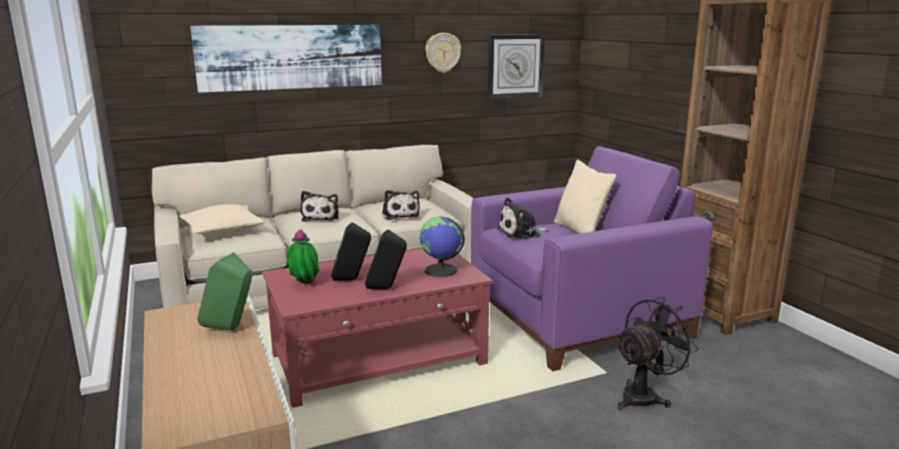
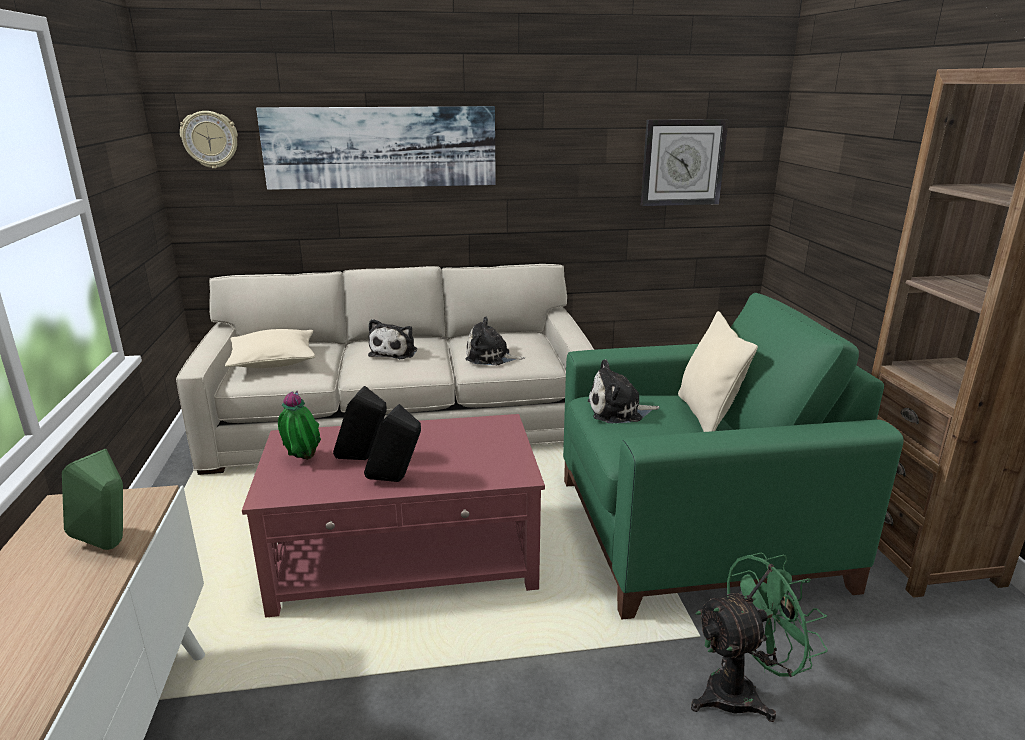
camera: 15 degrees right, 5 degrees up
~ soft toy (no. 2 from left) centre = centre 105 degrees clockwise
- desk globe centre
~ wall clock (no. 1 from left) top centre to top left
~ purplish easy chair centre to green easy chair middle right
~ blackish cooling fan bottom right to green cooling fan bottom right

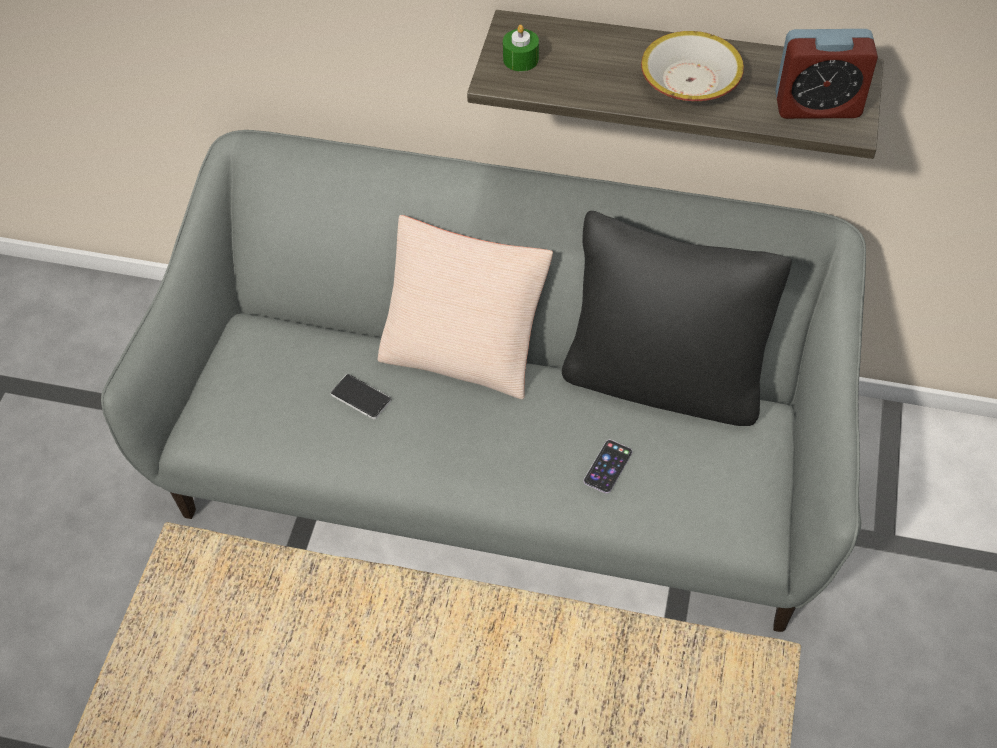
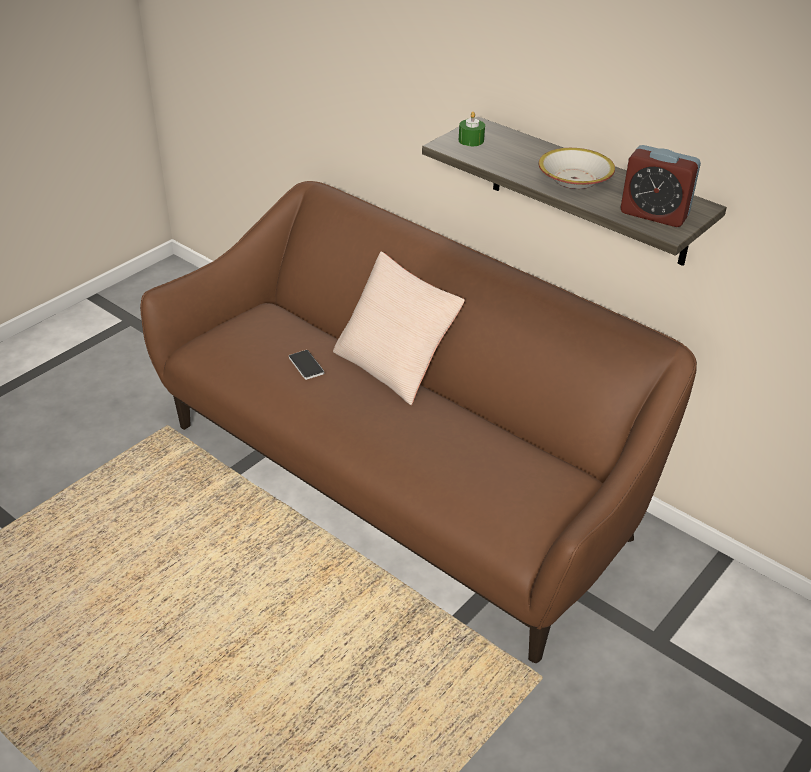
camera: 25 degrees right, 15 degrees down
~ grey sofa centre to brown-coloured sofa centre
- blackish cushion middle right
- handset (no. 2 from left) centre

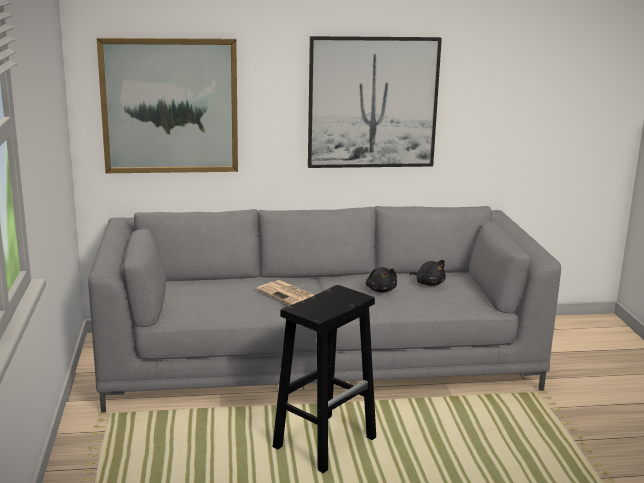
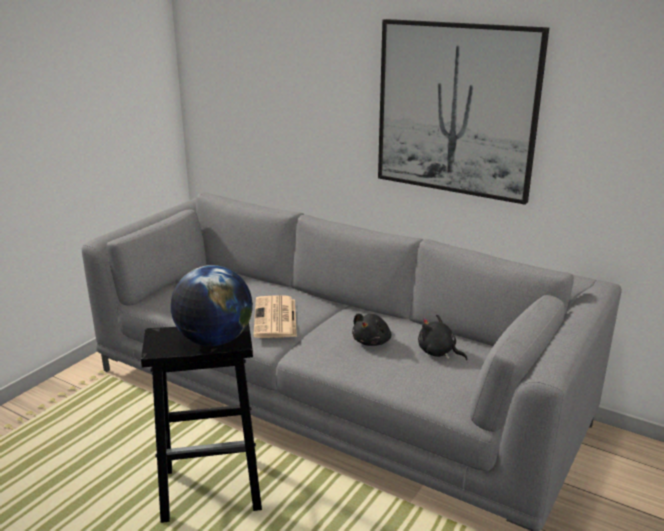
camera: 40 degrees right, 5 degrees up
- picture (no. 1 from left) top left
~ blackish soft toy (no. 2 from left) centre = middle right 135 degrees clockwise
+ desk globe middle left

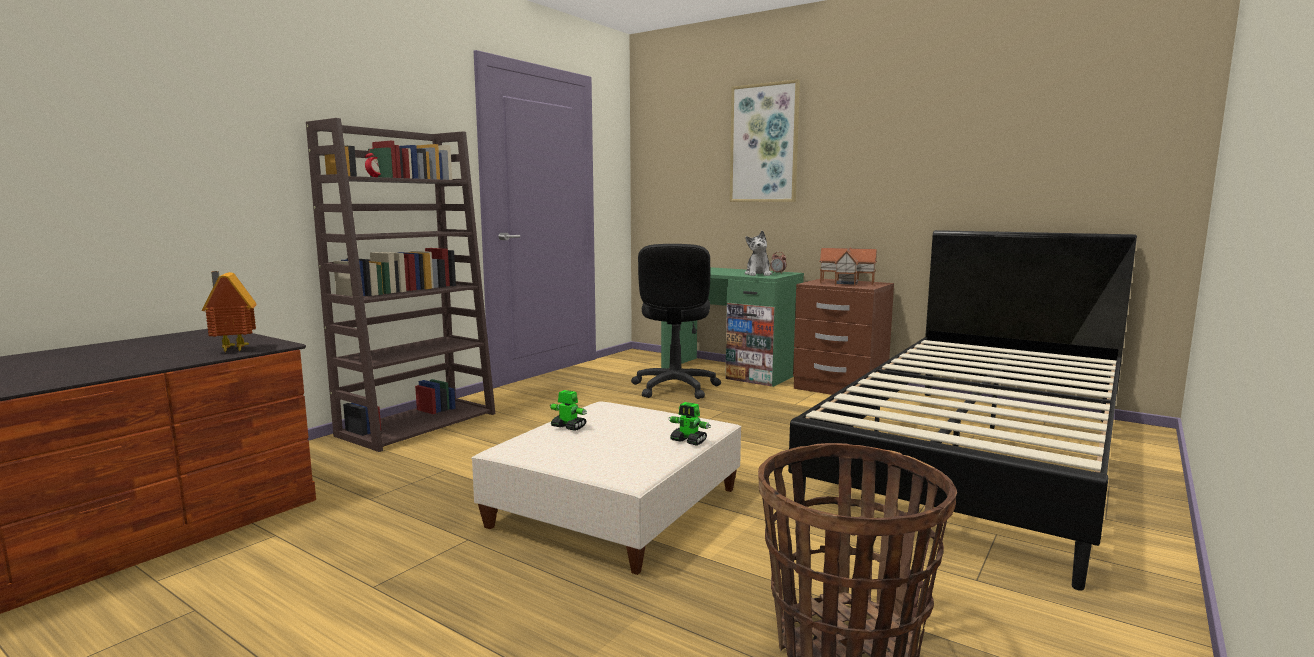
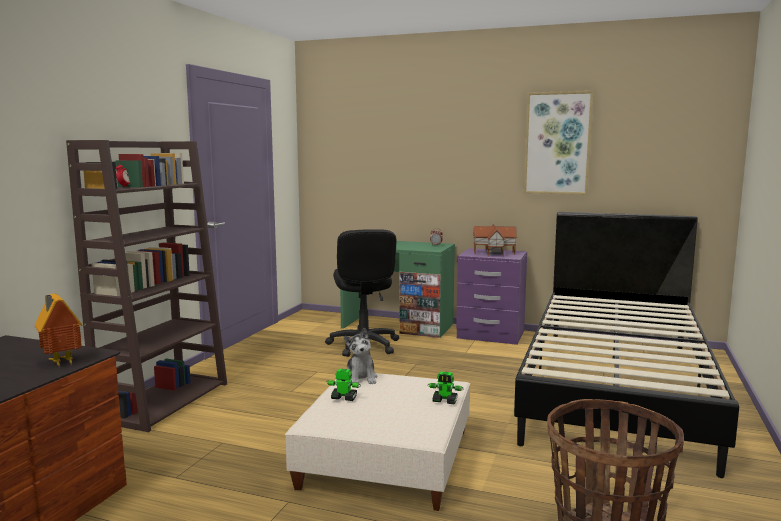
camera: 15 degrees left, 0 degrees up
~ picture top centre to top right
~ soft toy centre to bottom centre
~ brown-coloured night table centre to purplish night table centre

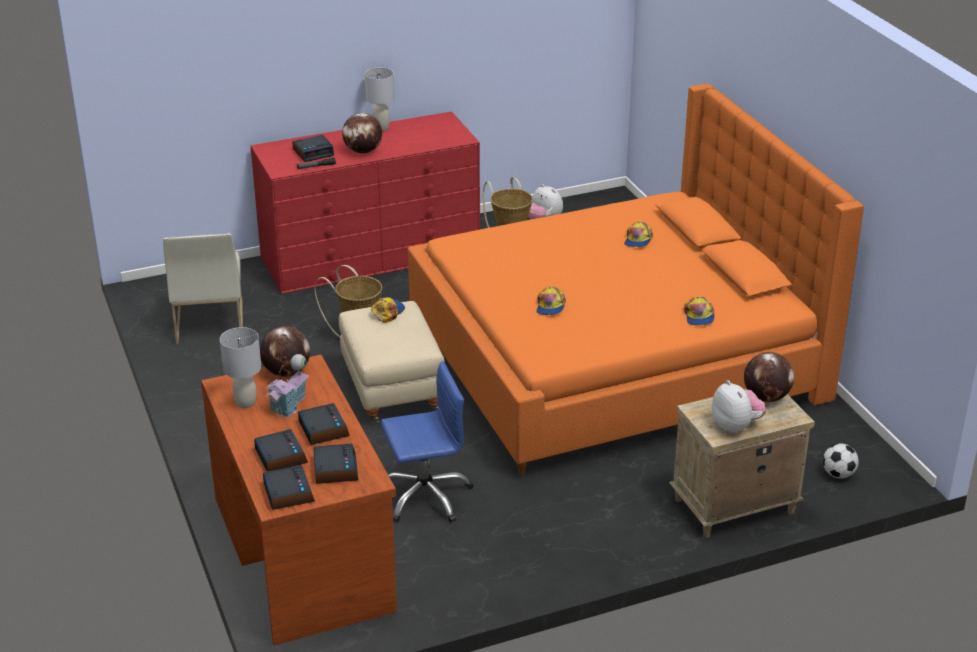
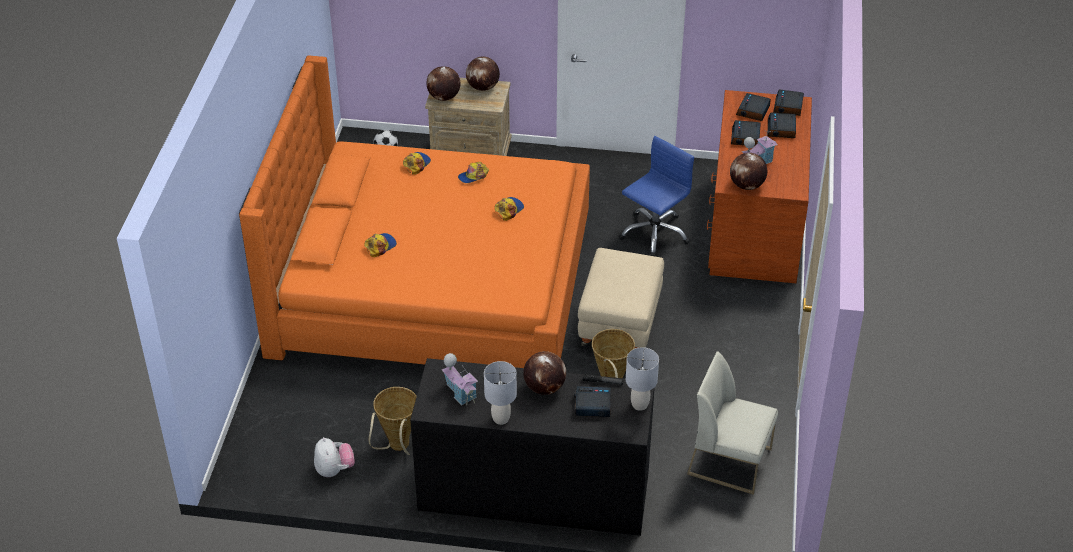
camera: 150 degrees left, 10 degrees up
~ whitish plain chair middle left = bottom right 90 degrees counterclockwise
~ grey table lamp (no. 1 from left in the first image) middle left to grey table lamp (no. 2 from left) bottom centre
~ reddish drawer chest top centre to blackish drawer chest bottom centre
~ cap (no. 1 from left in the first image) centre to cap (no. 3 from left) top centre
~ blue office chair bottom centre = centre 120 degrees clockwise
~ soft toy (no. 2 from left) middle right to desk globe (no. 2 from left) top centre
+ model house (no. 1 from left) bottom centre

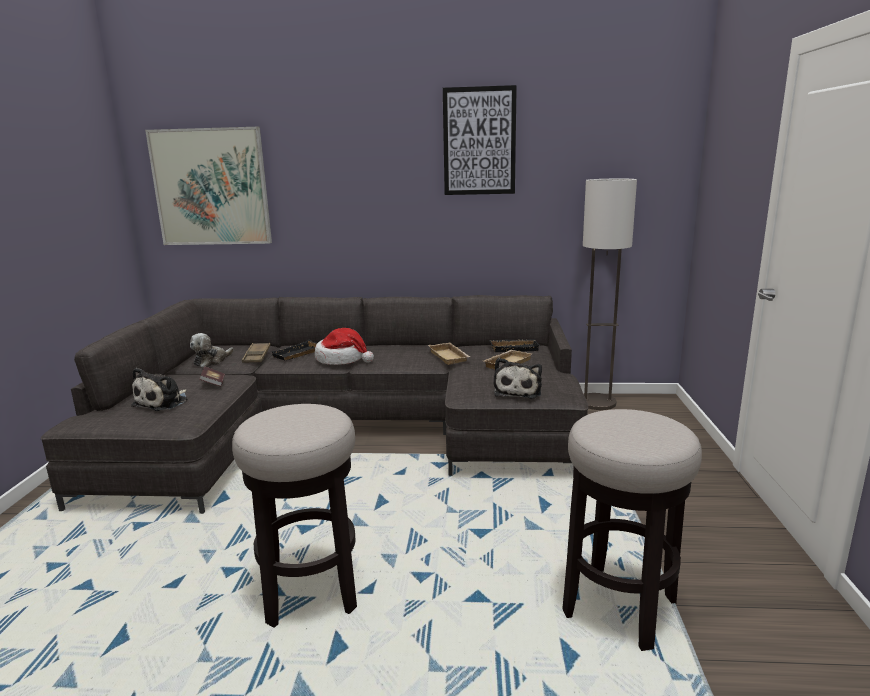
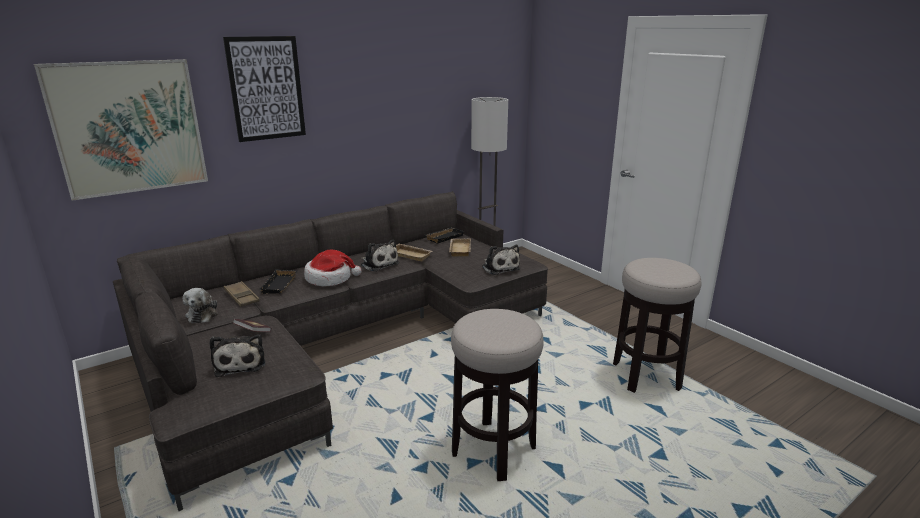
camera: 40 degrees left, 5 degrees up
~ picture (no. 2 from left) top centre to top left
+ soft toy (no. 3 from left) centre

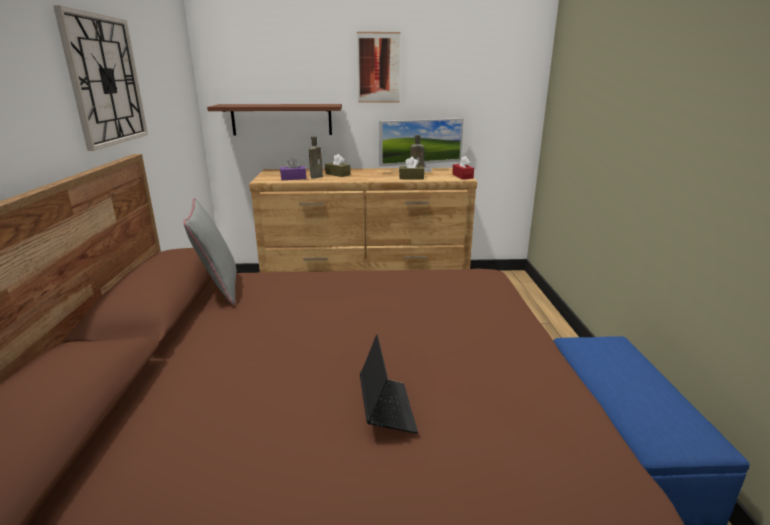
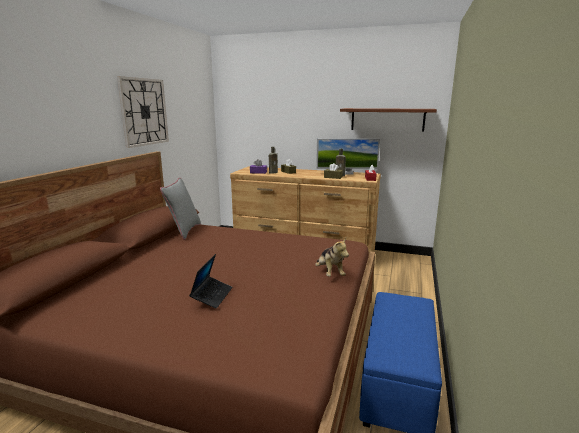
camera: 20 degrees right, 5 degrees down
~ brown-coloured wall shelf top centre to top right
- picture top centre
+ soft toy centre

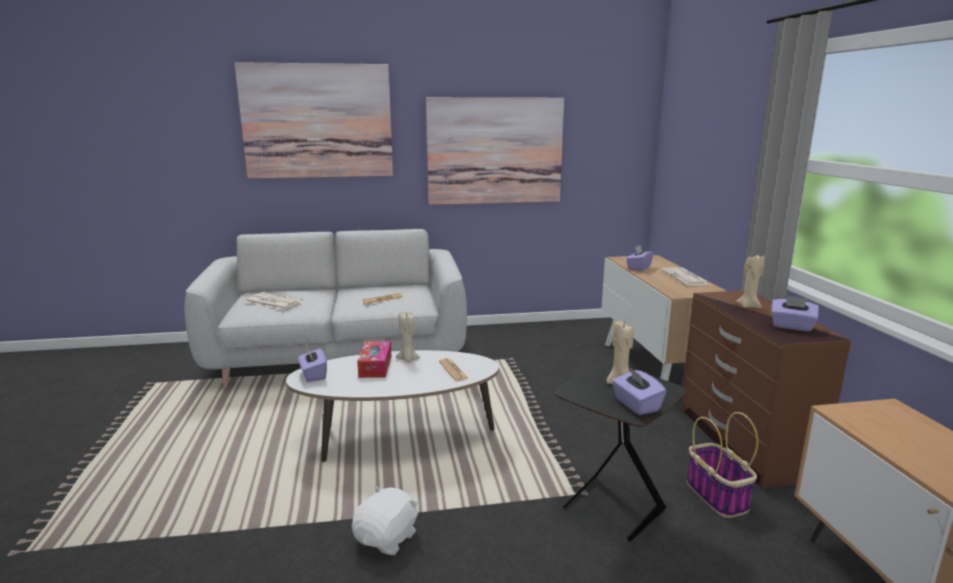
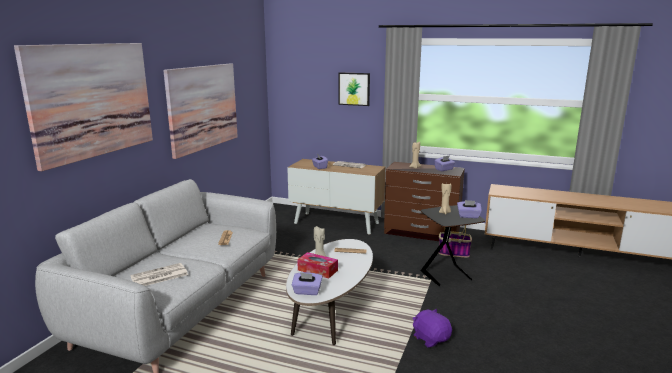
camera: 60 degrees left, 0 degrees up
~ whitish soft toy bottom centre to purplish soft toy bottom centre
+ picture (no. 3 from left) top centre

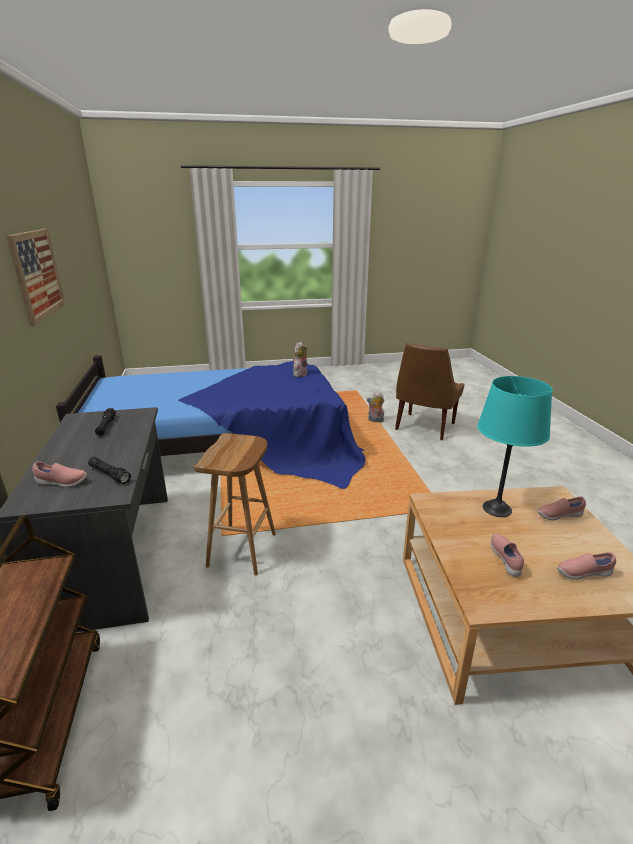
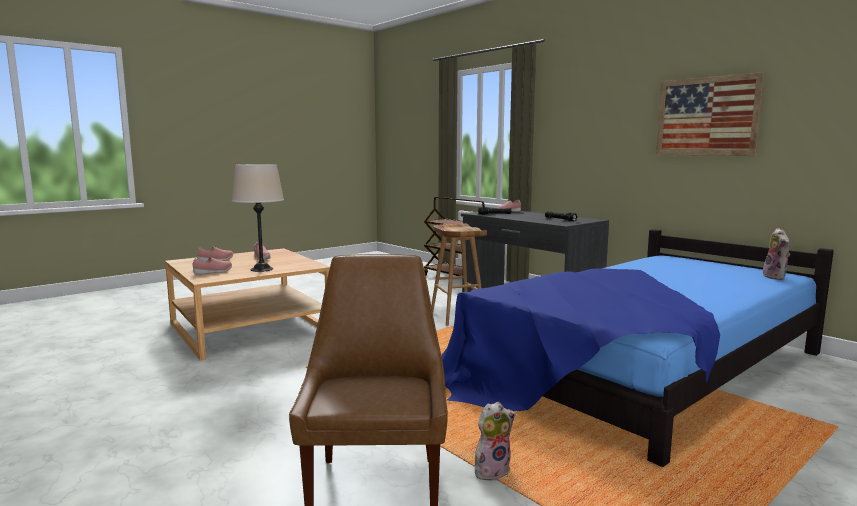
camera: 150 degrees right, 15 degrees down
~ soft toy (no. 1 from left in the first image) centre to soft toy (no. 2 from left) middle right
~ turquoise table lamp middle right to beige table lamp middle left

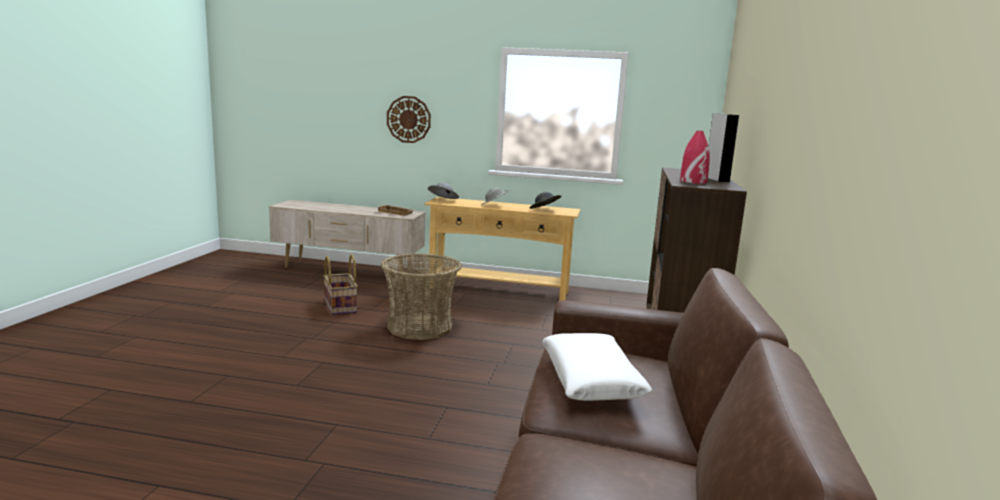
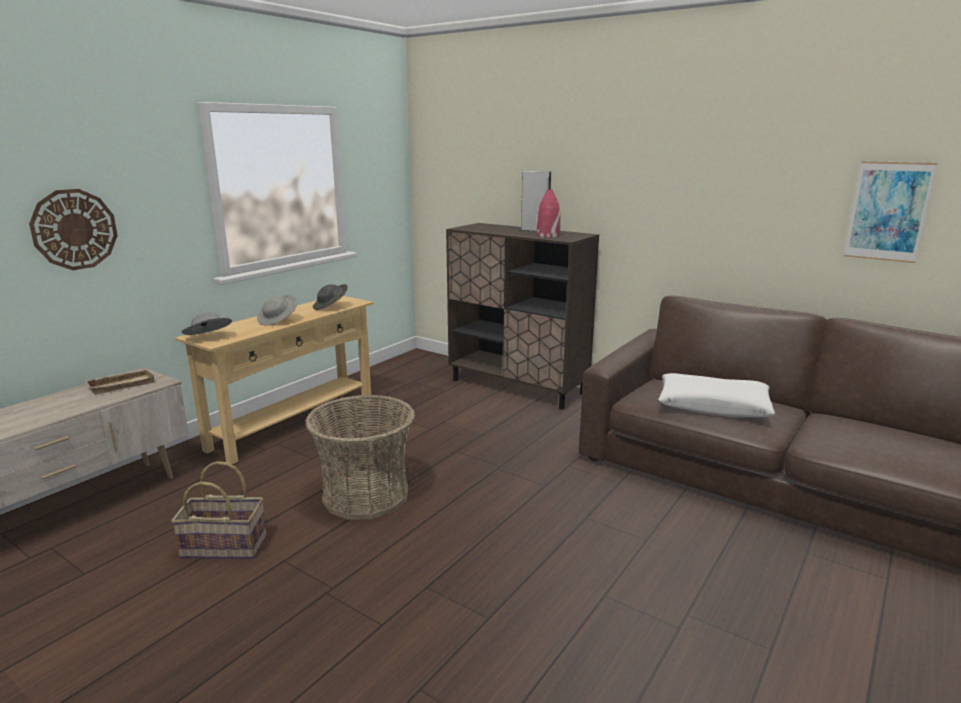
camera: 65 degrees left, 5 degrees up
+ picture top right

